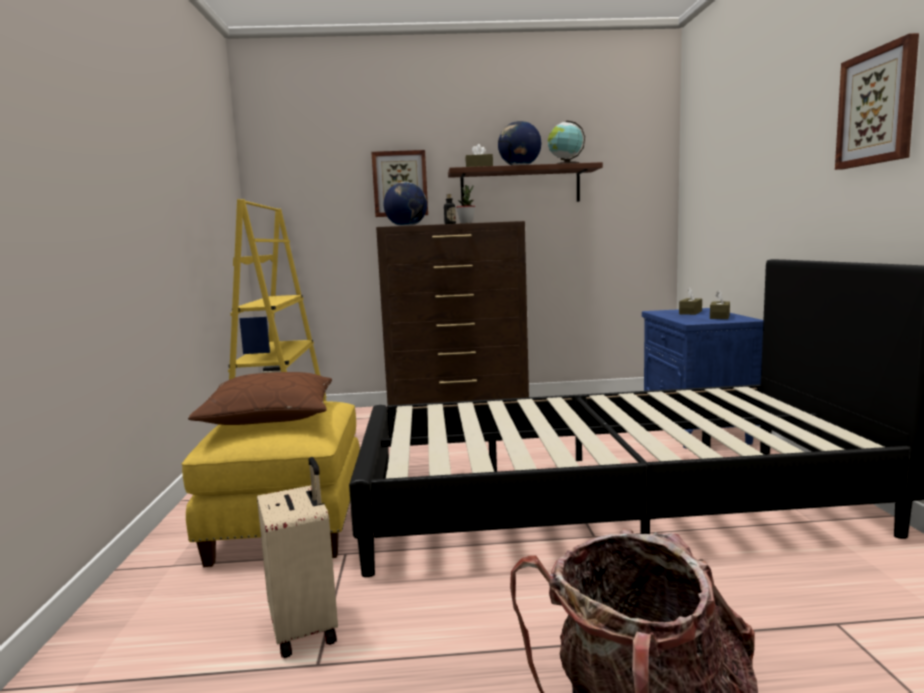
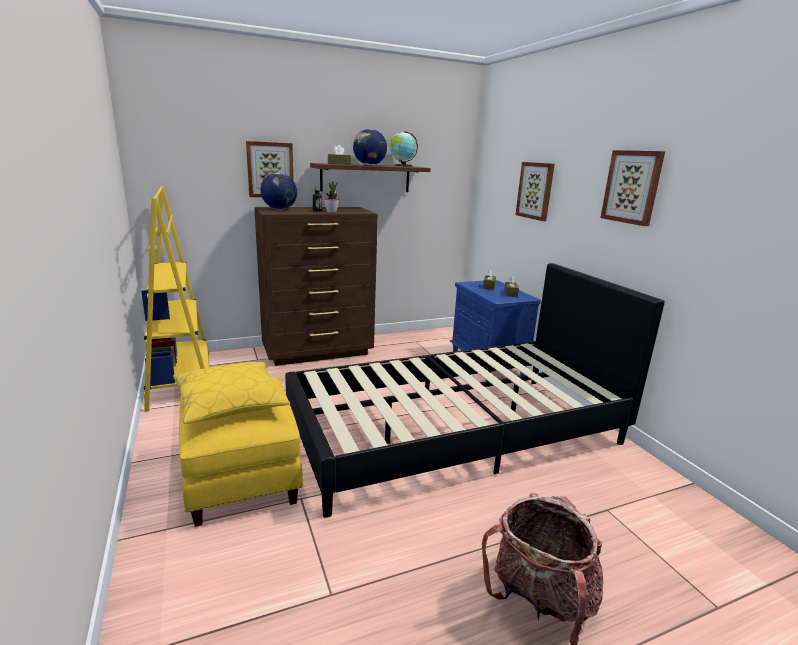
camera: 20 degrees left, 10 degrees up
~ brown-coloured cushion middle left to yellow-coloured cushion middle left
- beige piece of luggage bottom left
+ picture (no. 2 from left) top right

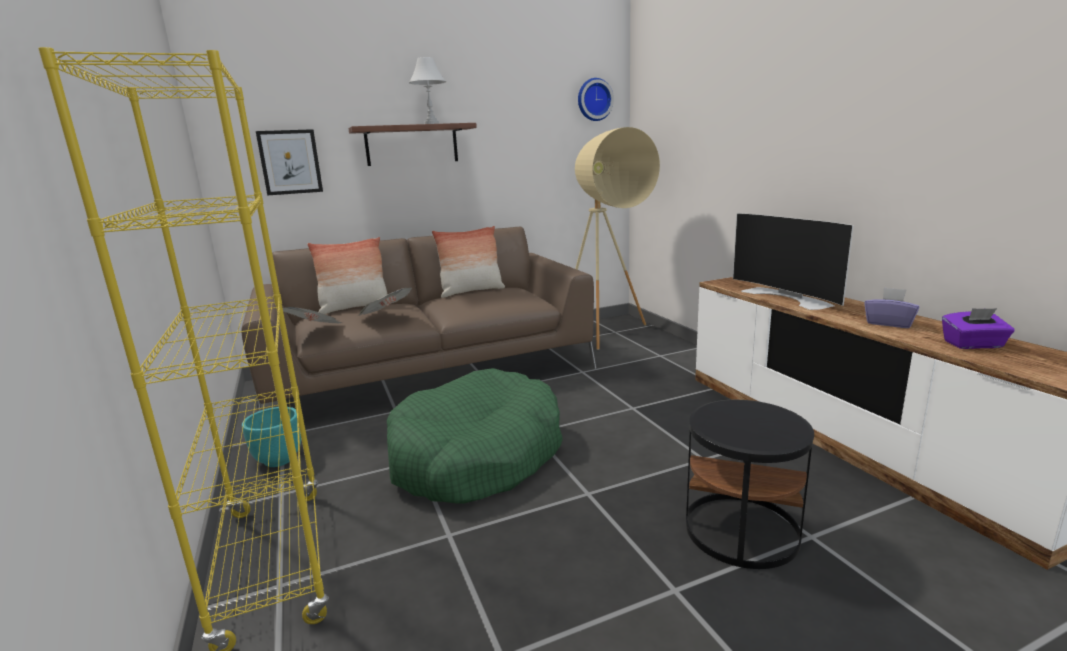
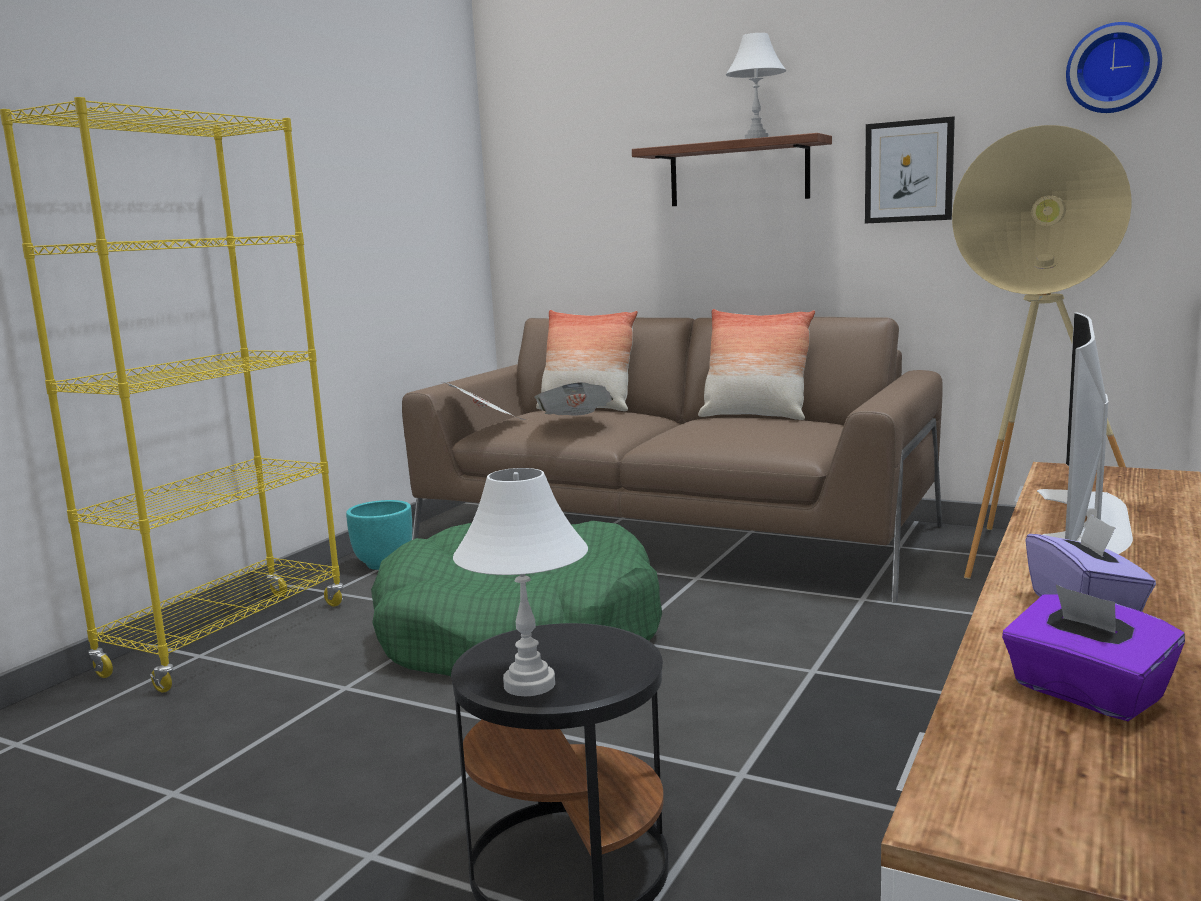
camera: 50 degrees right, 5 degrees down
~ picture top left to top right
+ whitish table lamp (no. 1 from left) centre

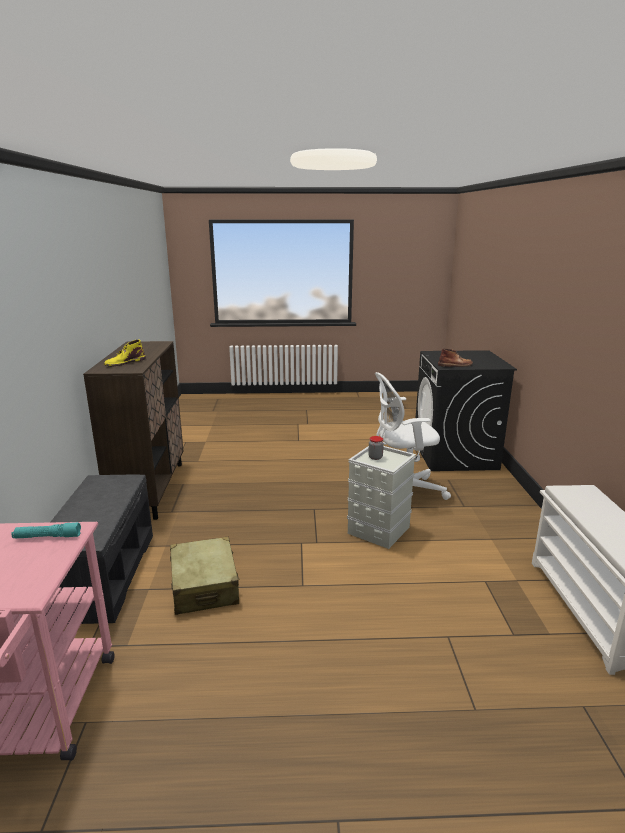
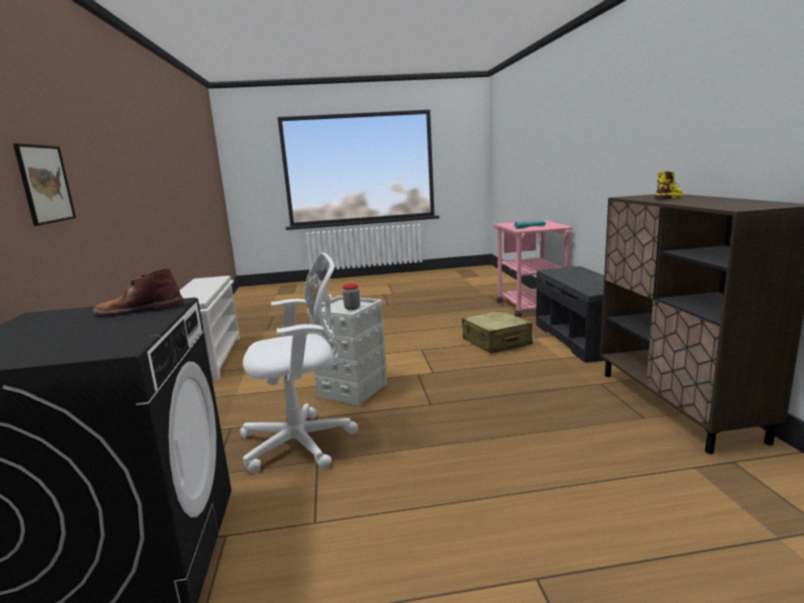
camera: 175 degrees right, 5 degrees down
+ picture top left

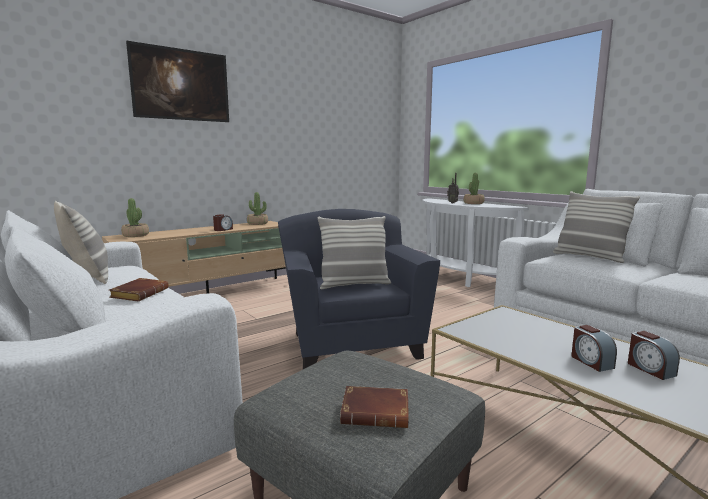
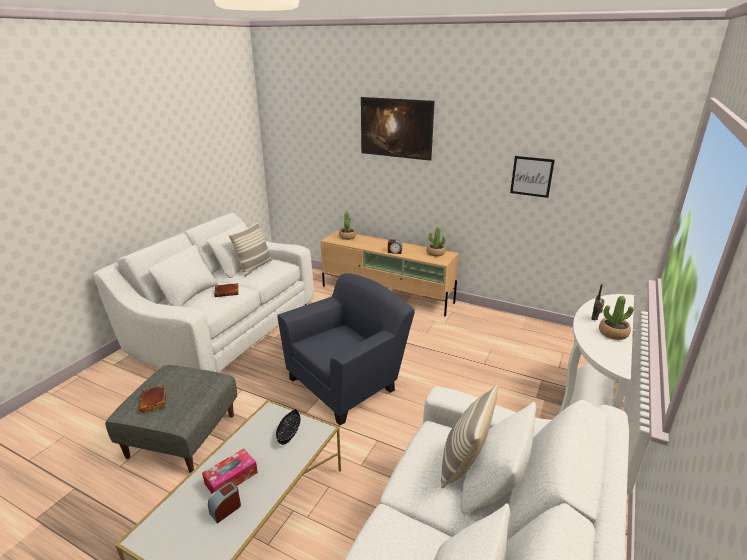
camera: 65 degrees right, 15 degrees up
- cushion (no. 2 from left) centre
~ bedside clock (no. 2 from left) bottom right to box of tissues bottom left
+ blackish serving bowl bottom centre
+ picture (no. 2 from left) top right

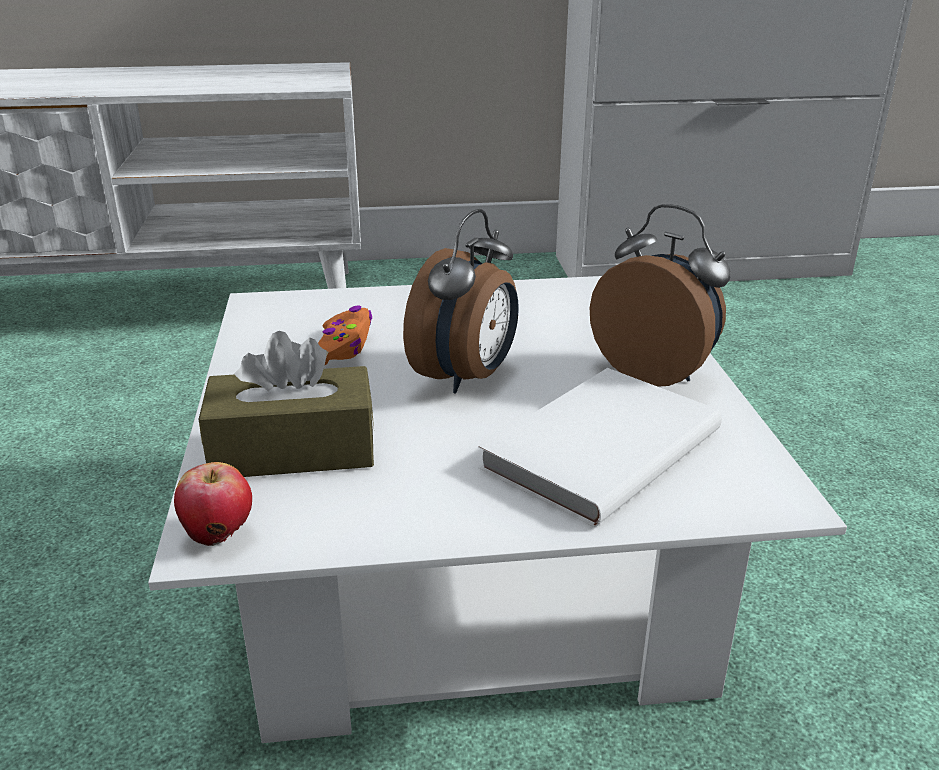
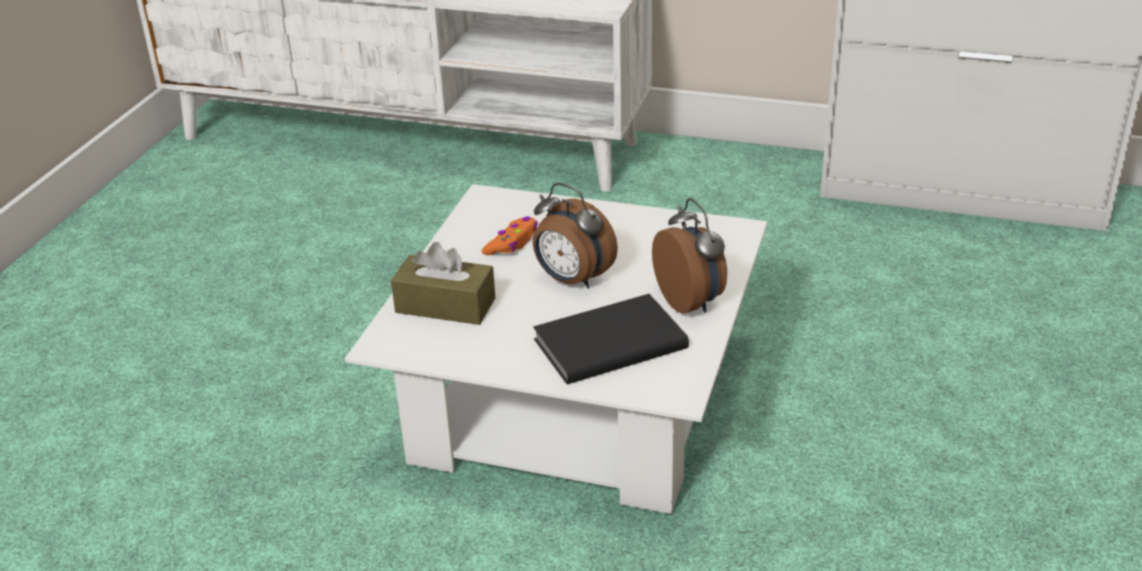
camera: 25 degrees right, 5 degrees up
- apple fruit middle left
~ bedside clock (no. 1 from left) centre = centre 75 degrees clockwise
~ whitish volume centre to blackish volume centre

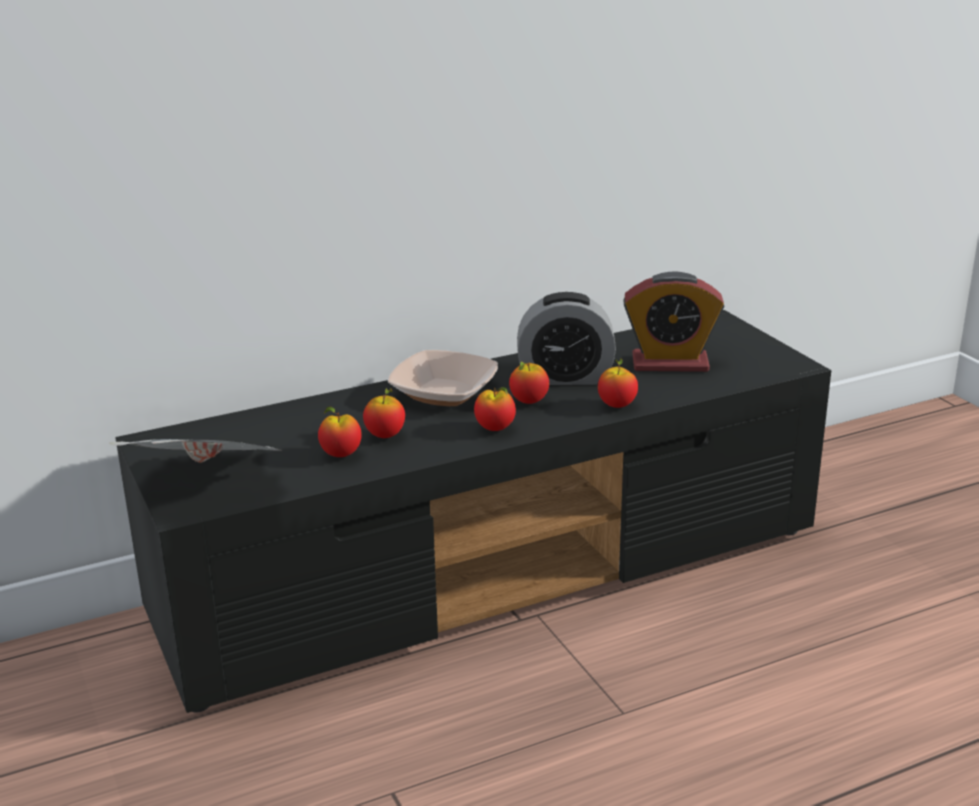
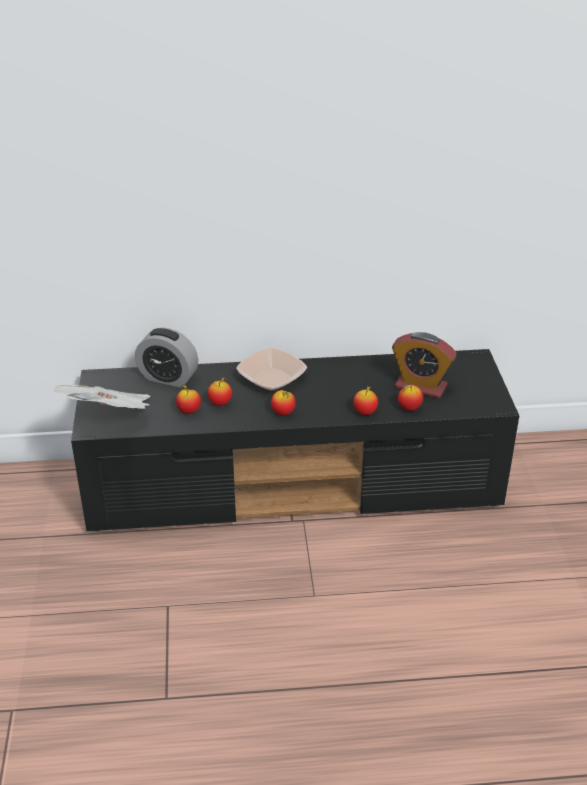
camera: 20 degrees right, 10 degrees up
~ apple fruit (no. 4 from left in the first image) centre to apple fruit (no. 5 from left) middle right
~ bedside clock (no. 1 from left) centre to middle left

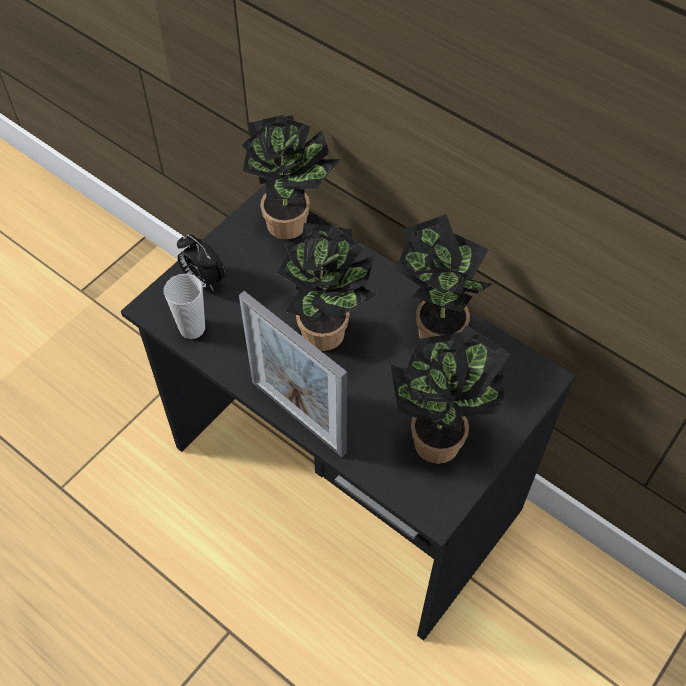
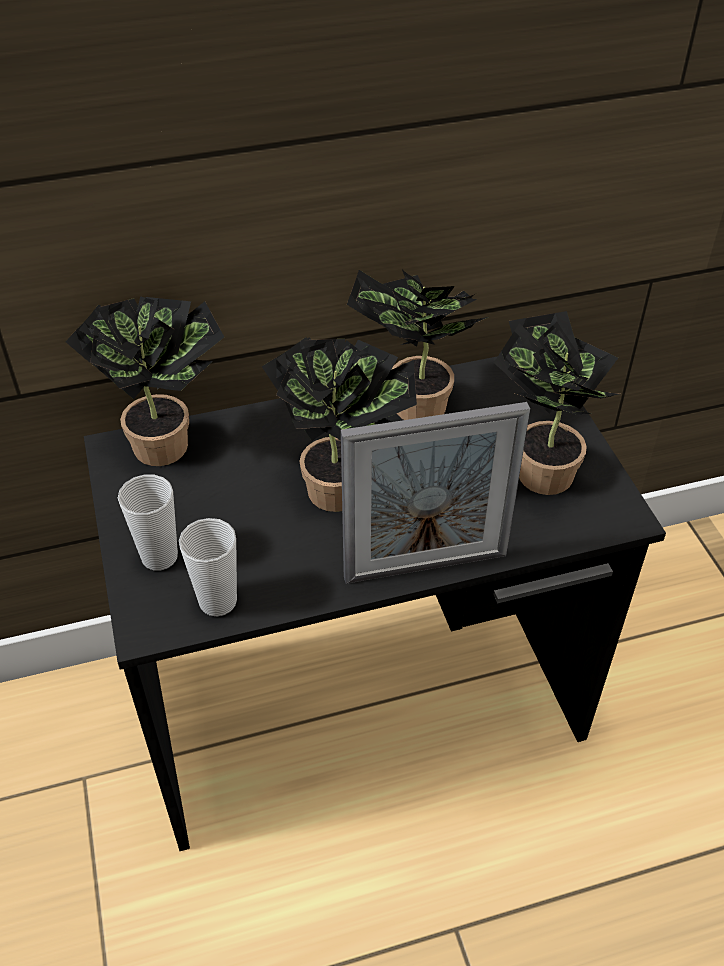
camera: 55 degrees left, 10 degrees down
~ bedside clock middle left to drinking cup (no. 1 from left) middle left

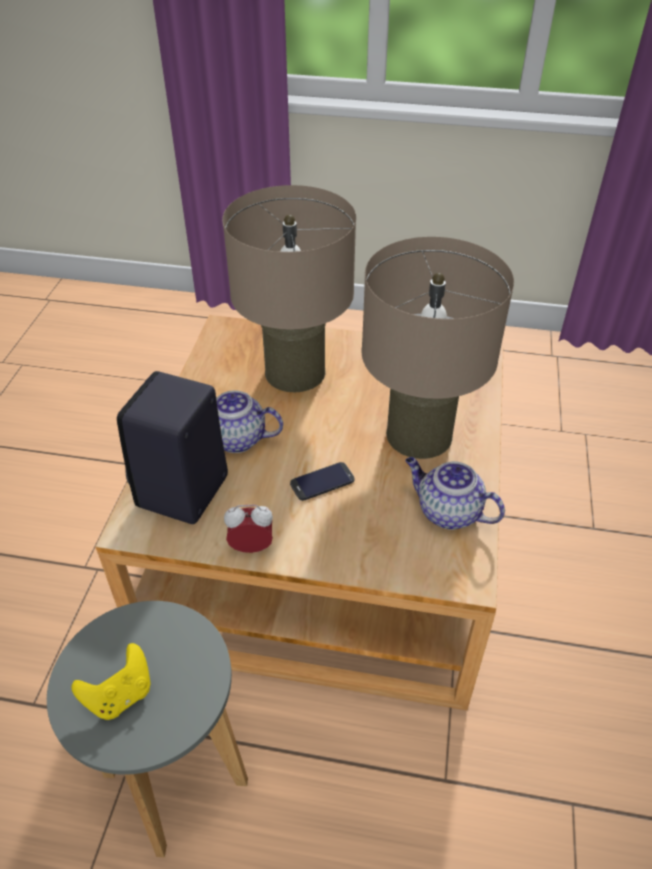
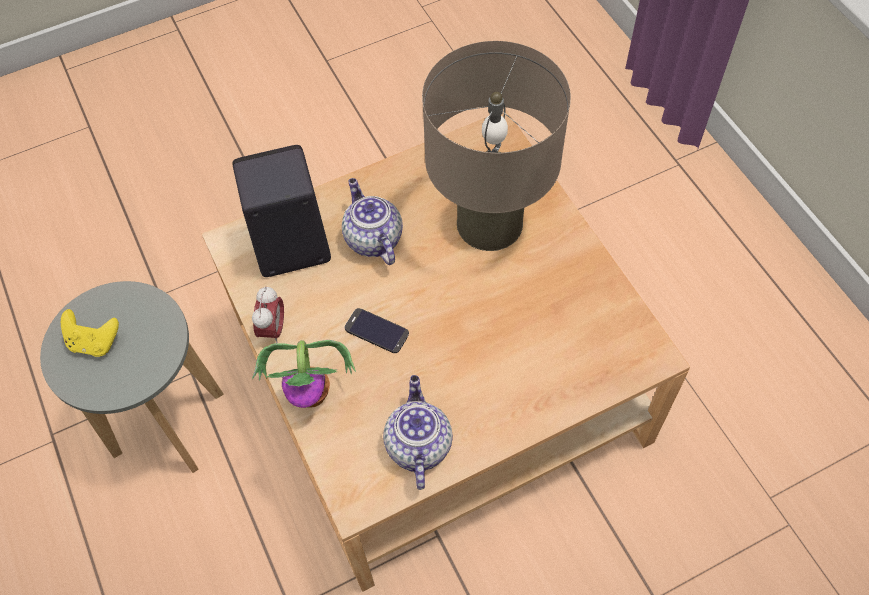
camera: 55 degrees right, 15 degrees up
~ bedside clock centre = middle left 45 degrees clockwise
- beige table lamp (no. 2 from left) middle right
+ houseplant centre

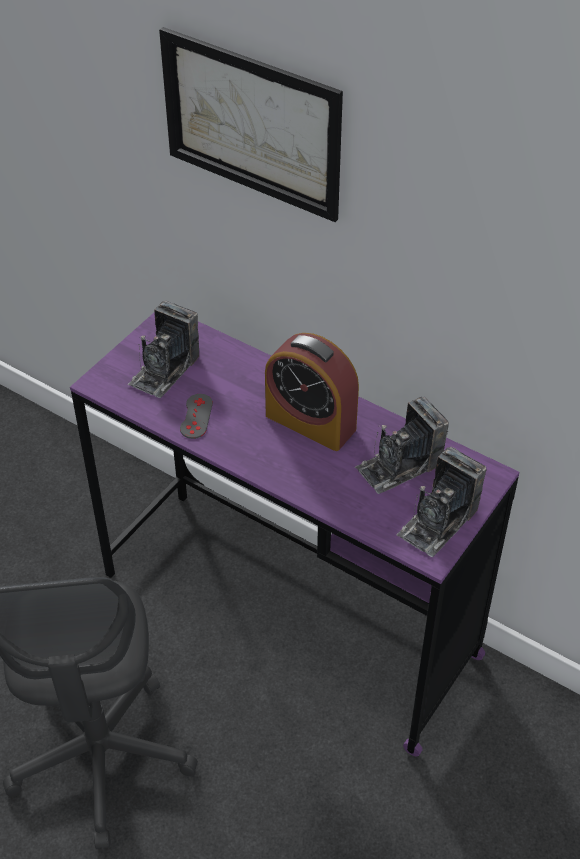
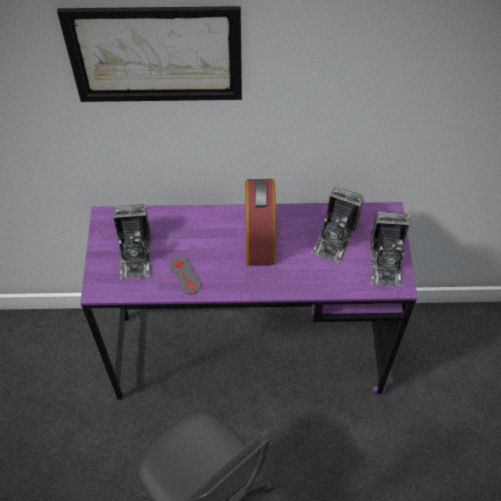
camera: 35 degrees left, 10 degrees up
~ bedside clock centre = centre 90 degrees counterclockwise

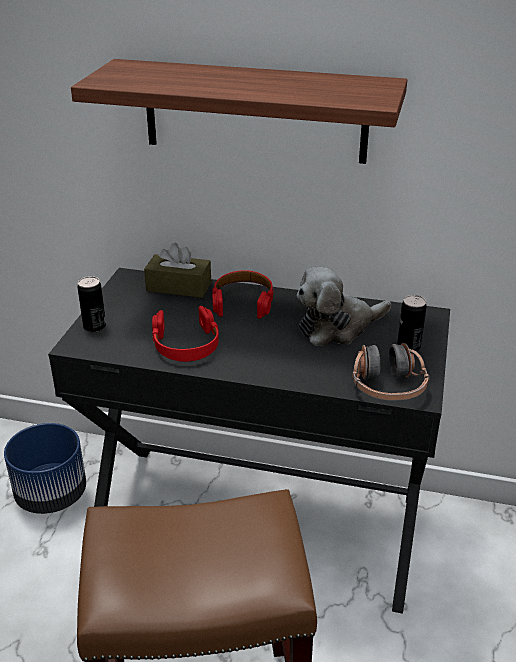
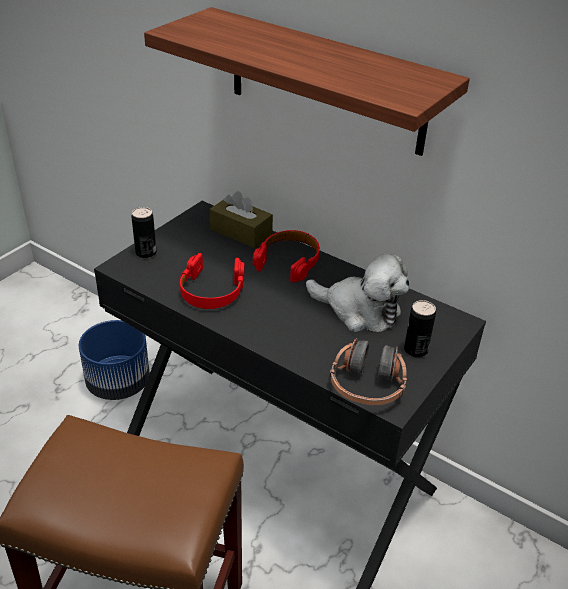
camera: 20 degrees right, 5 degrees up
~ soft toy middle right = centre 150 degrees counterclockwise

